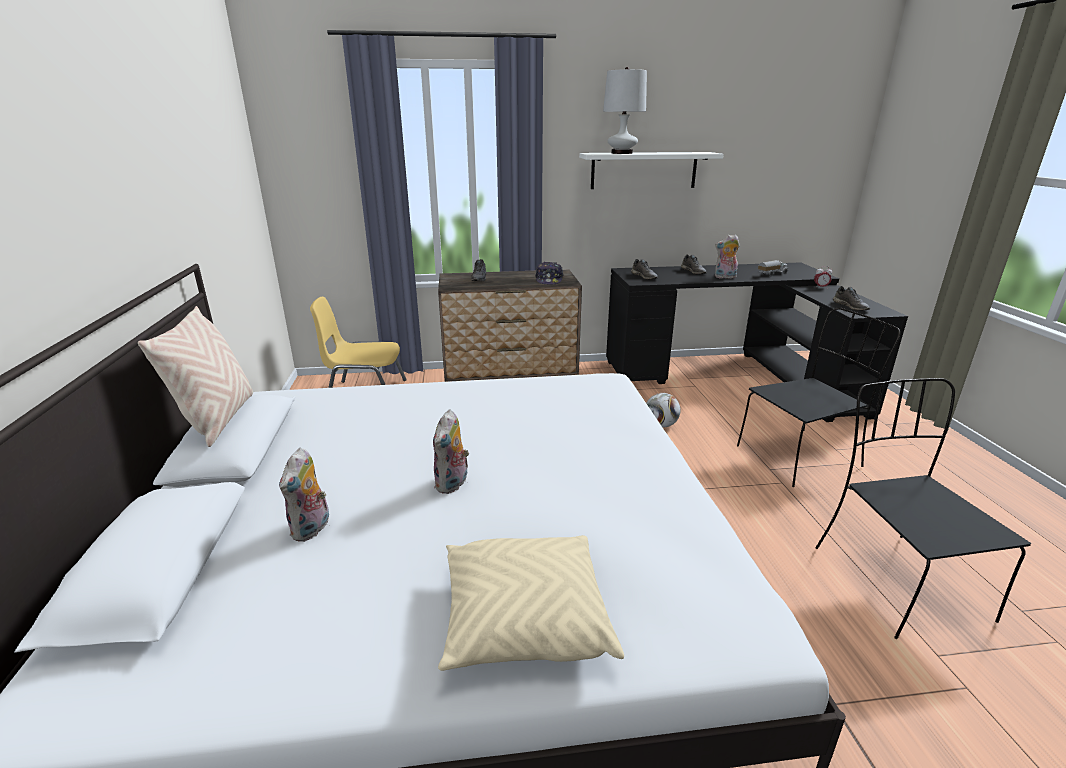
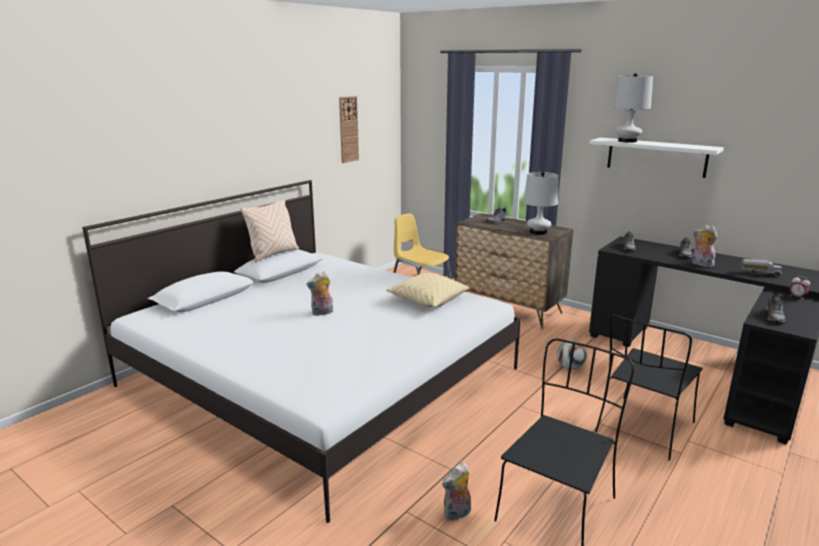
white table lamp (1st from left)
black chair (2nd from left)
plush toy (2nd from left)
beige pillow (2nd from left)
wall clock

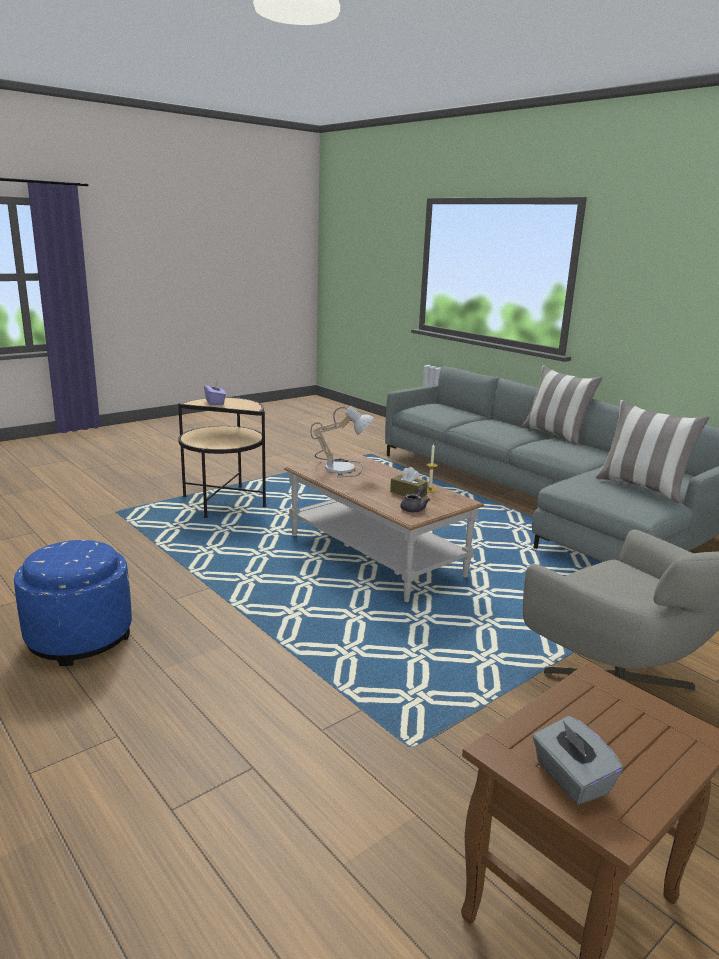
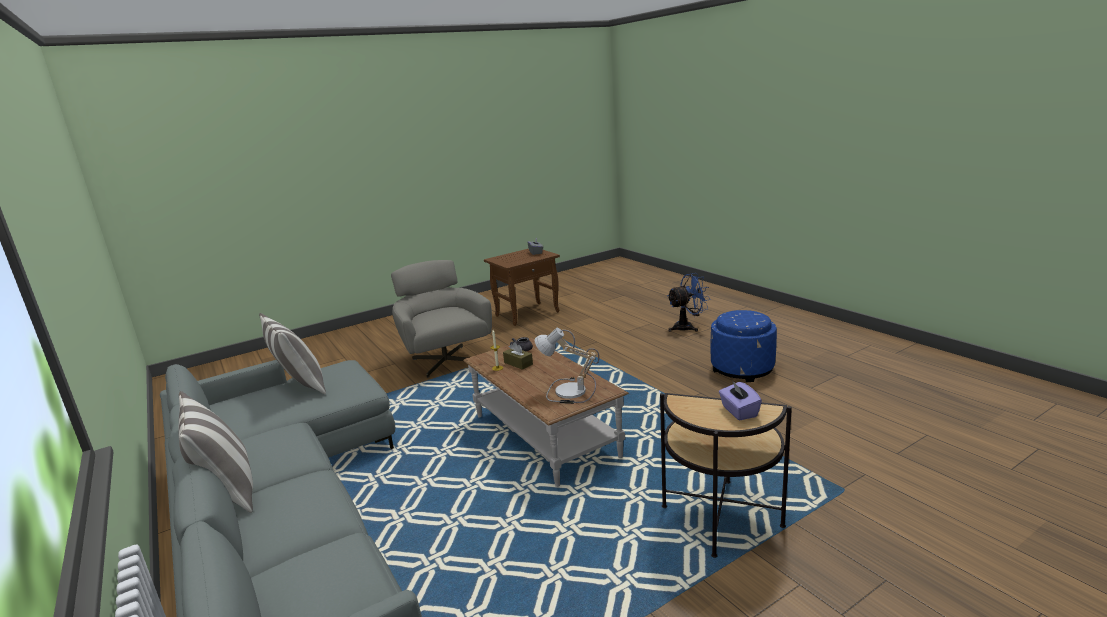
blue fan

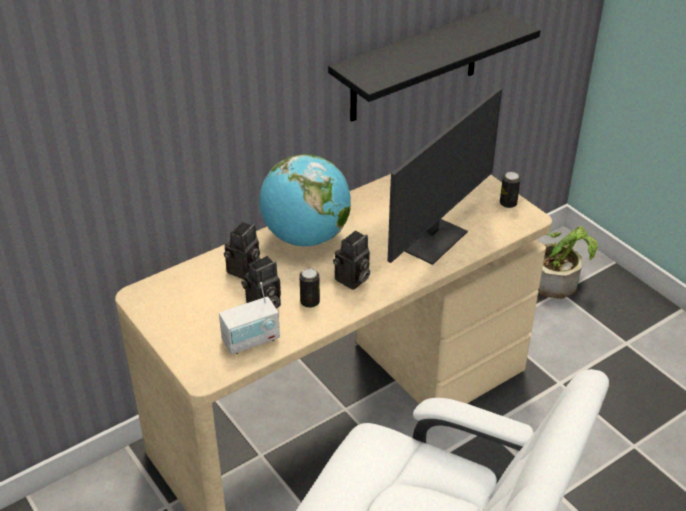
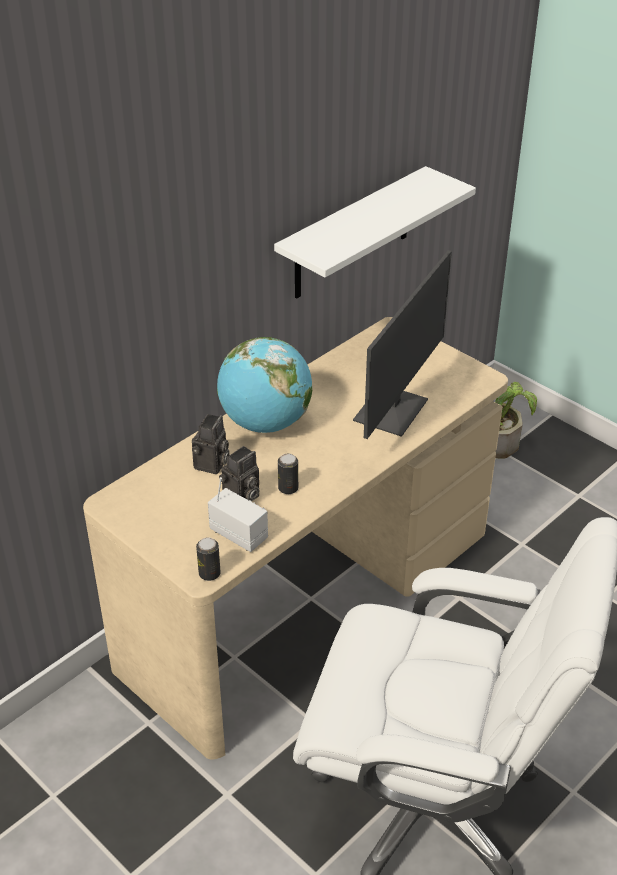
white shelf
can (1st from left)
photo camera (3rd from left in the first image)
radio

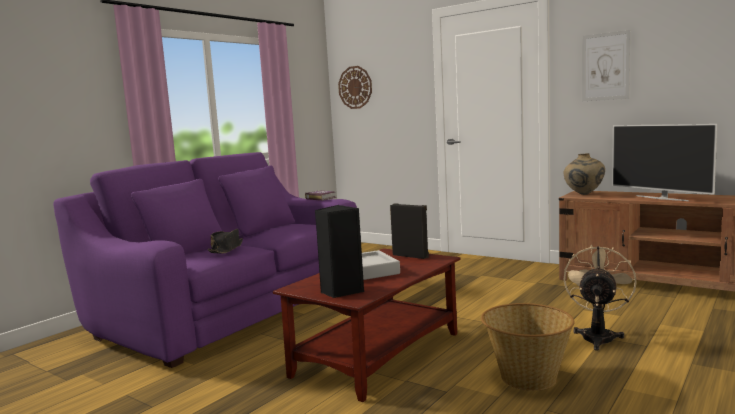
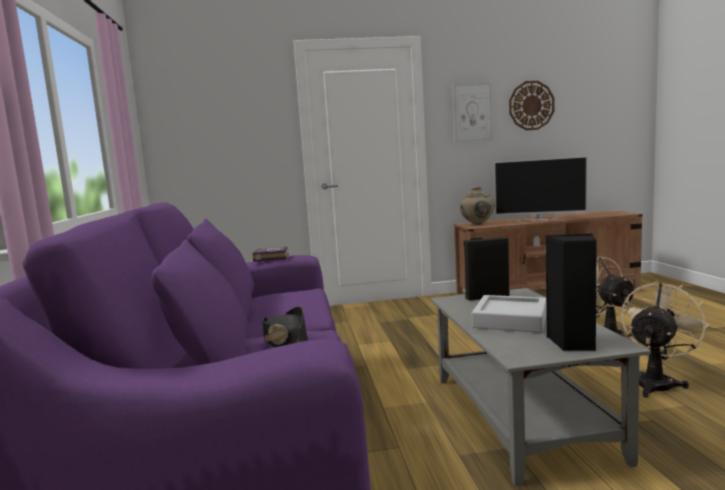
wall clock
grey coffee table
beige fan (2nd from left)

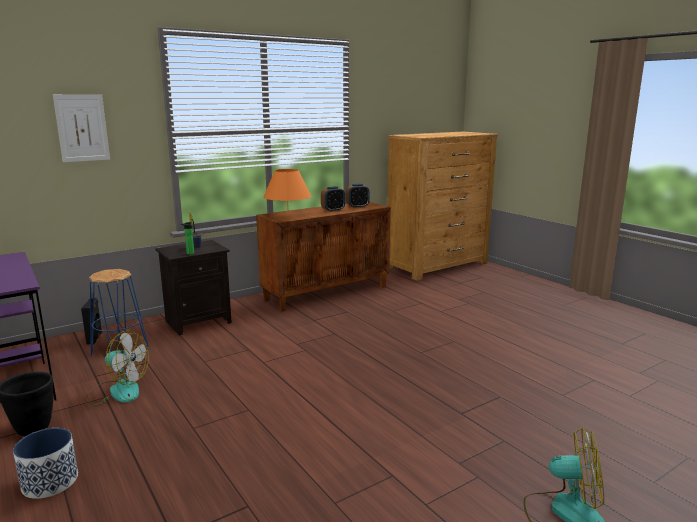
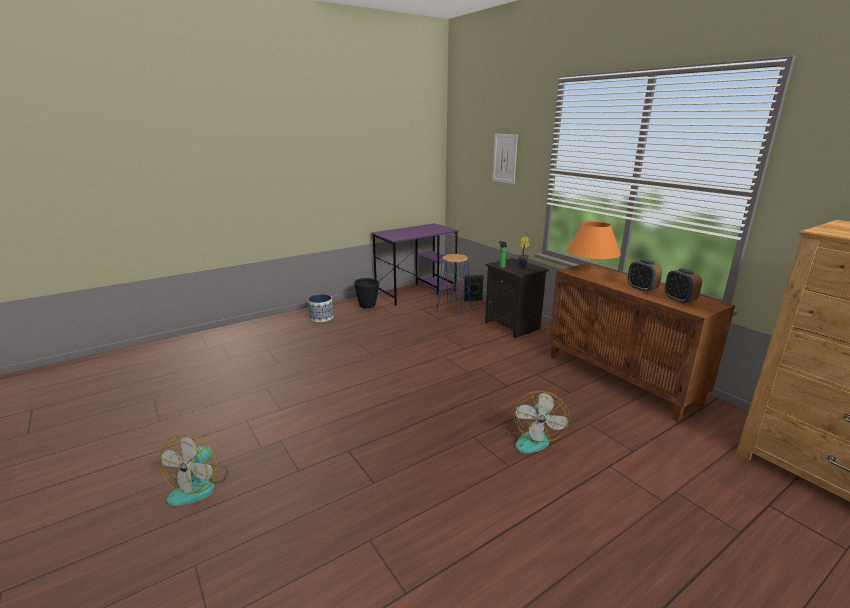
fan (2nd from left)

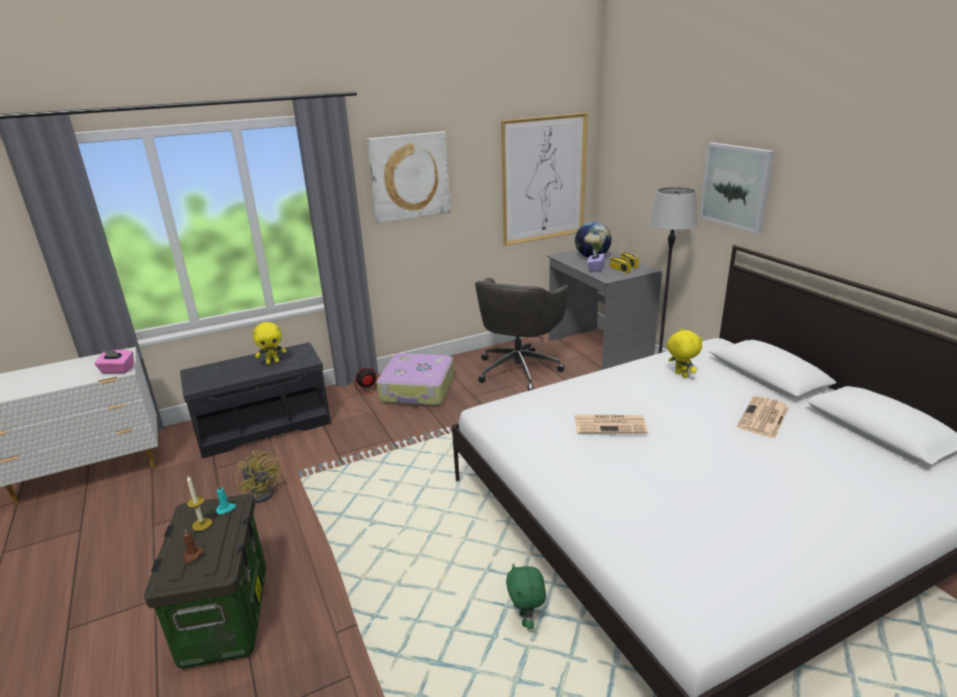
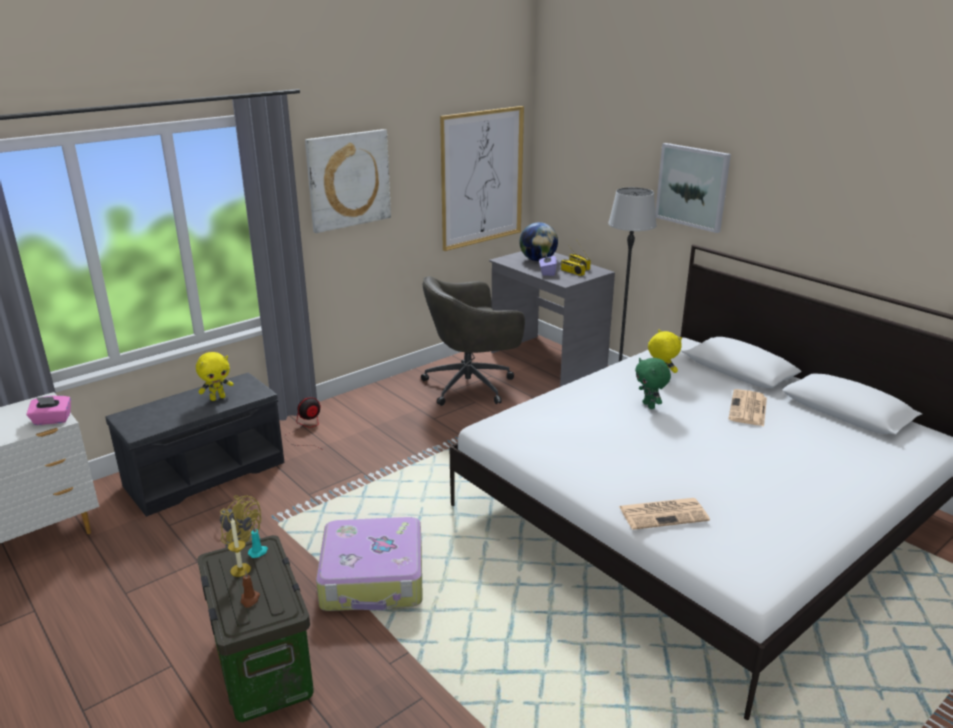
grey office chair
suitcase
newspaper (1st from left)
green plush toy

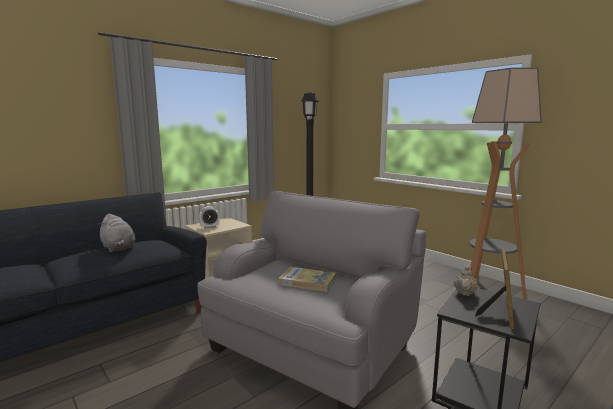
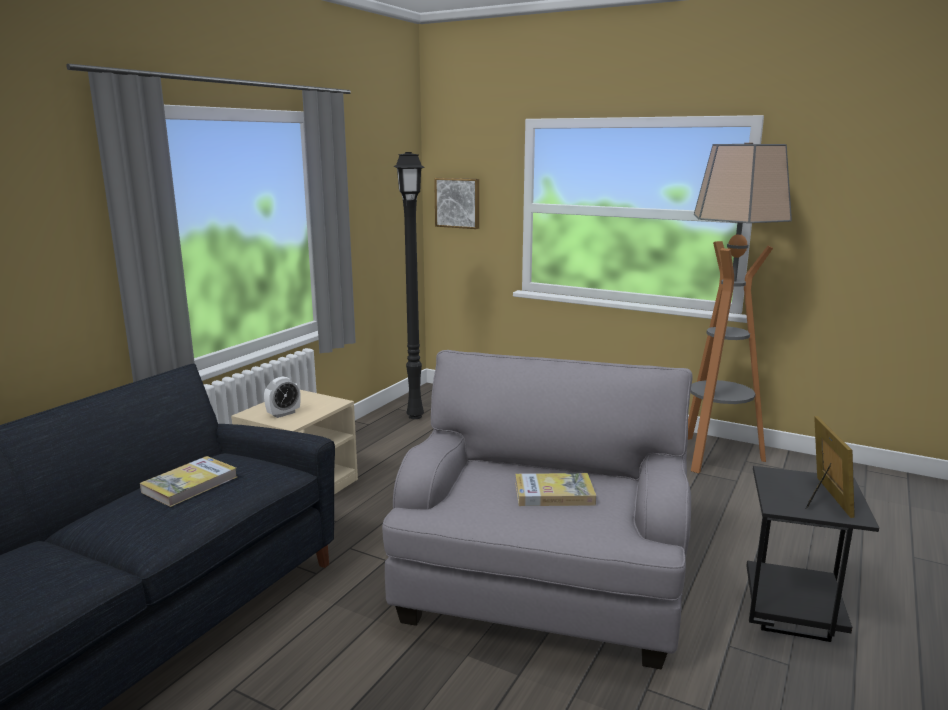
book (1st from left)
beige teapot
picture

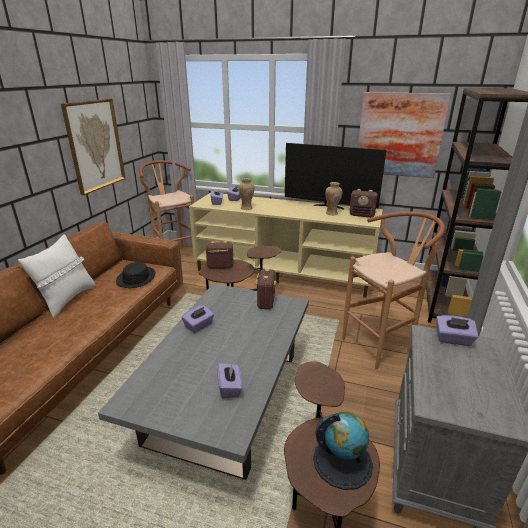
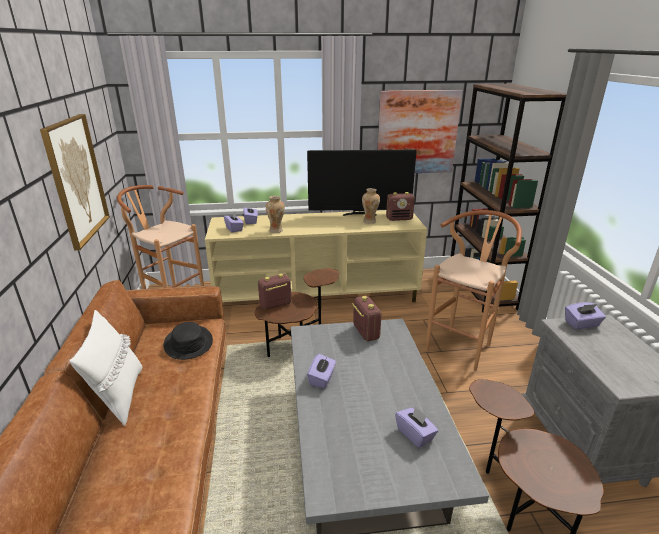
globe

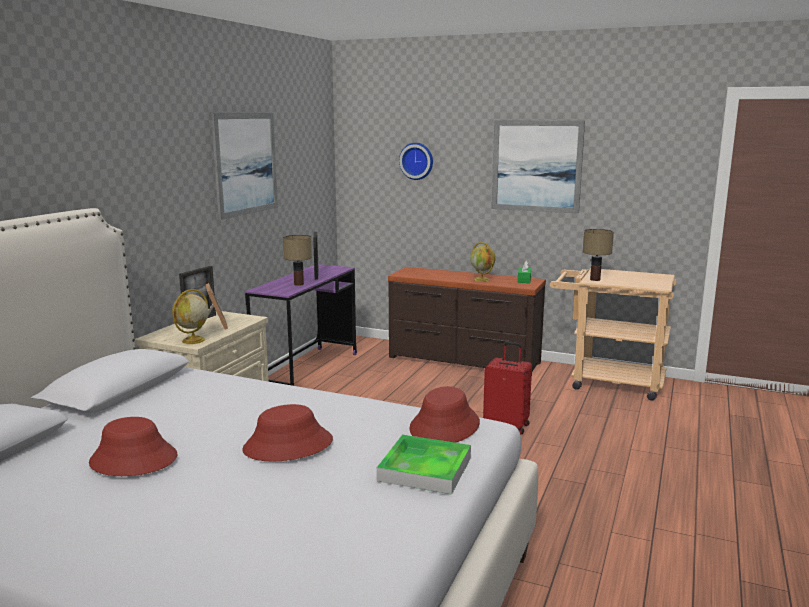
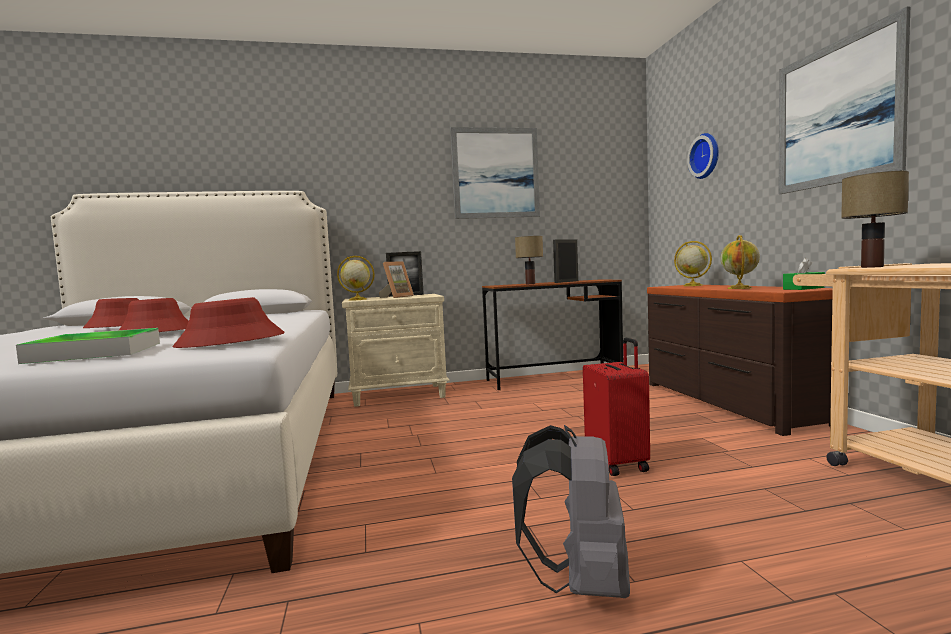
brown desk
globe (2nd from left)
grey backpack

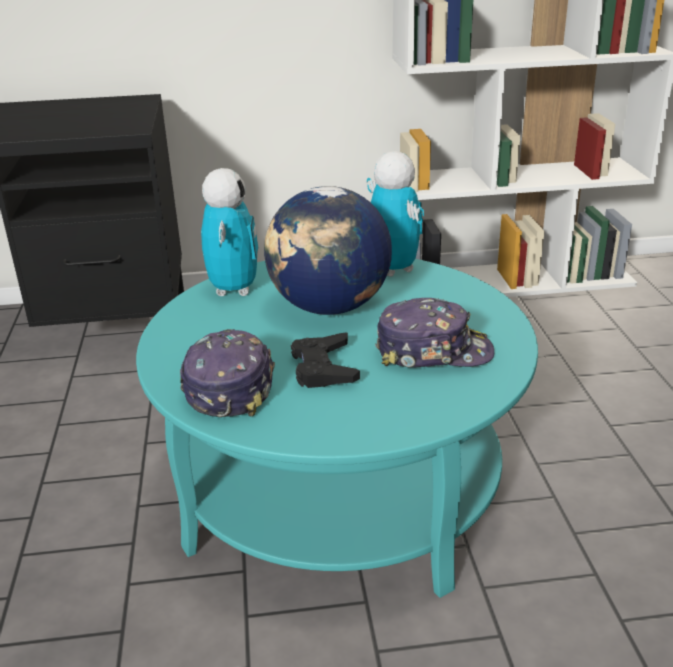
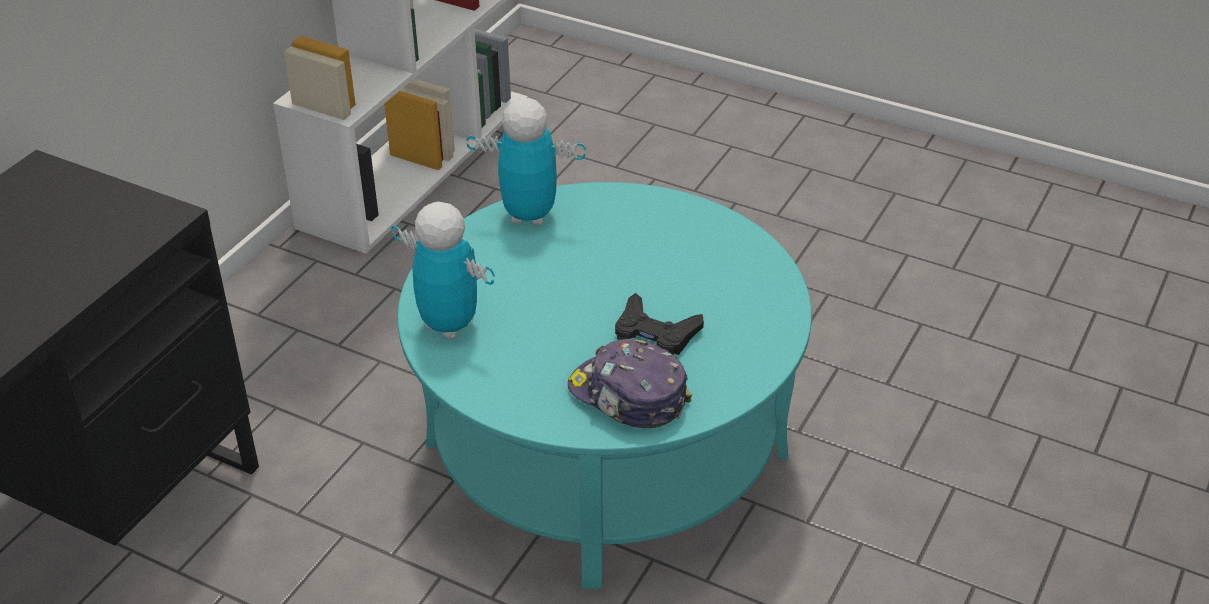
globe
cap (2nd from left in the first image)

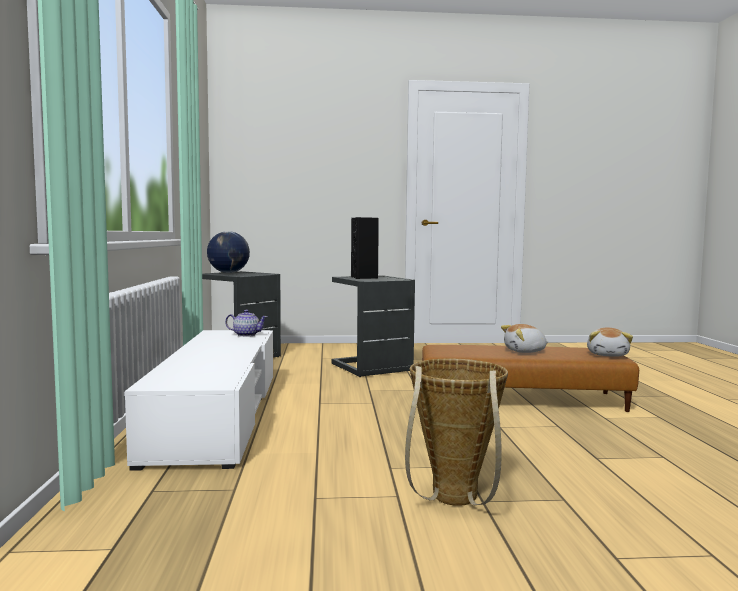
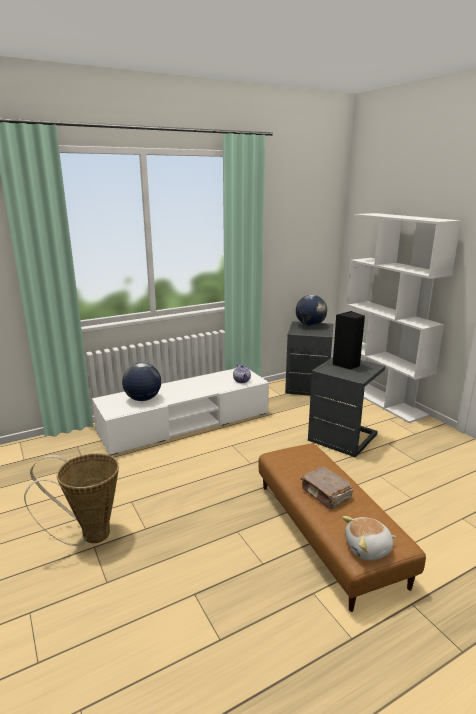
brown book
white bookcase
globe (1st from left)

